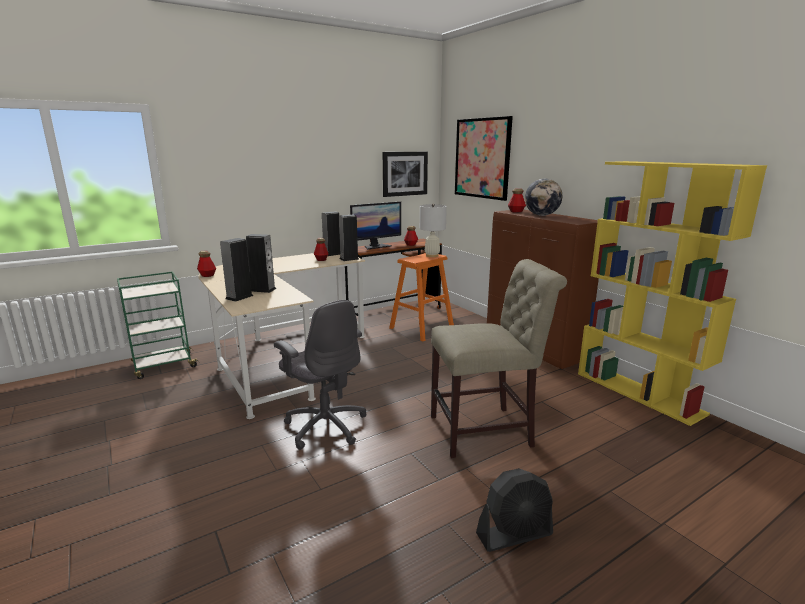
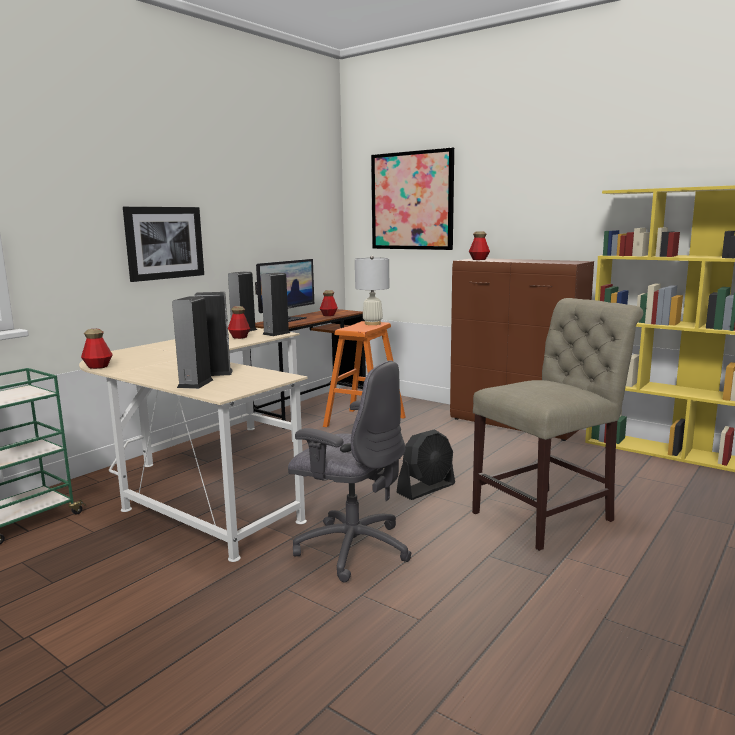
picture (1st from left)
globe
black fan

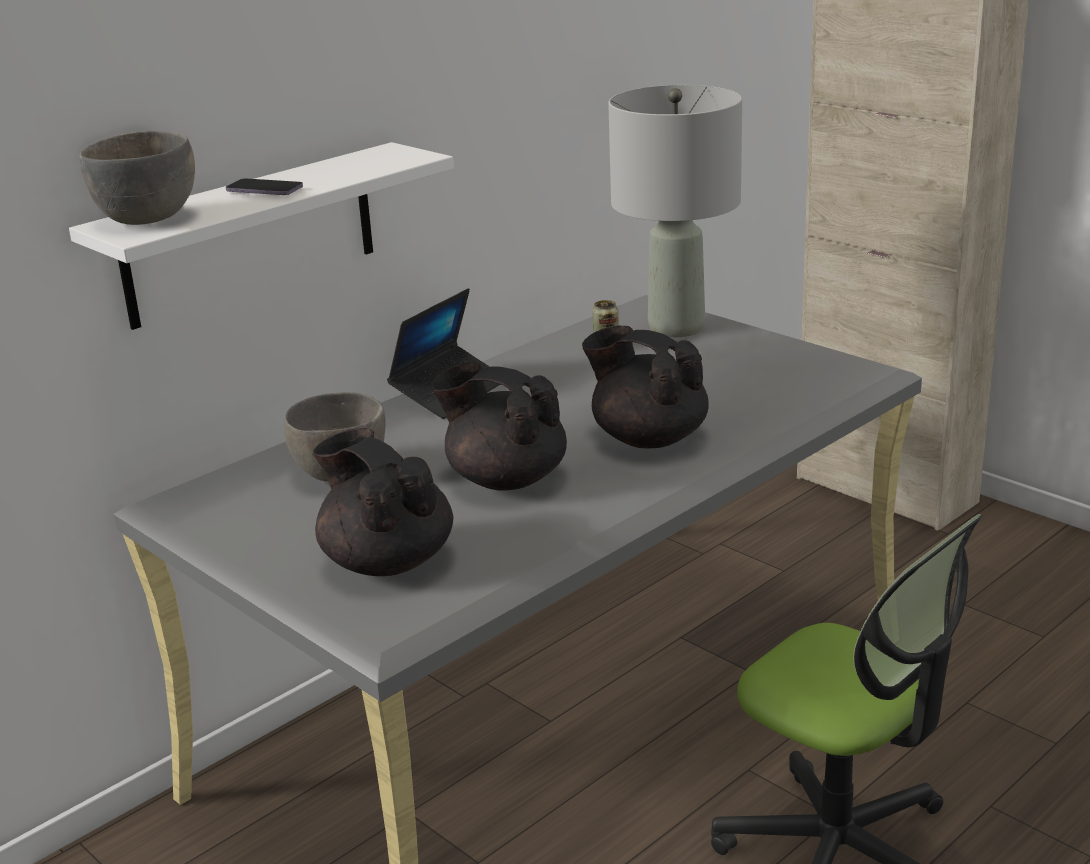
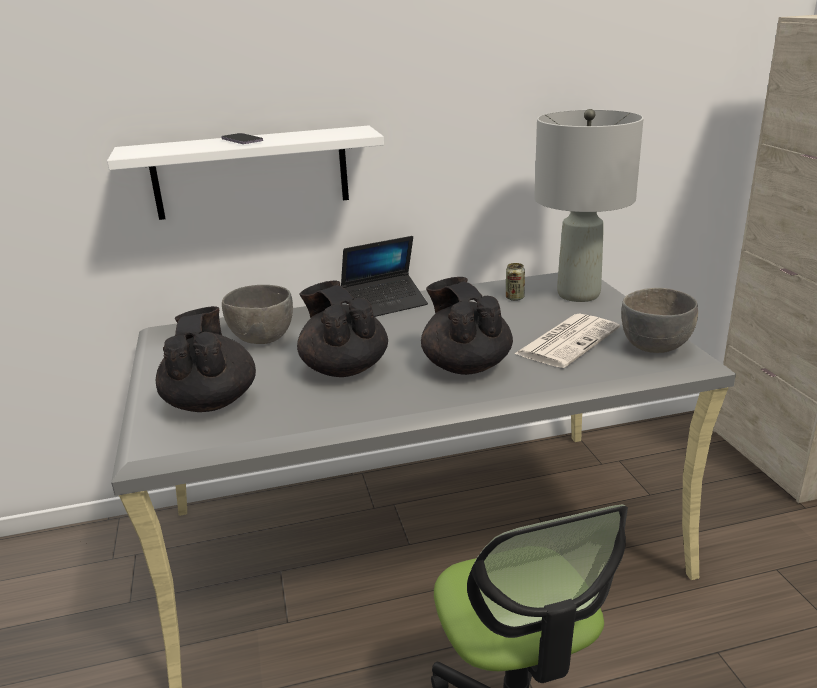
grey bowl (2nd from left)
newspaper

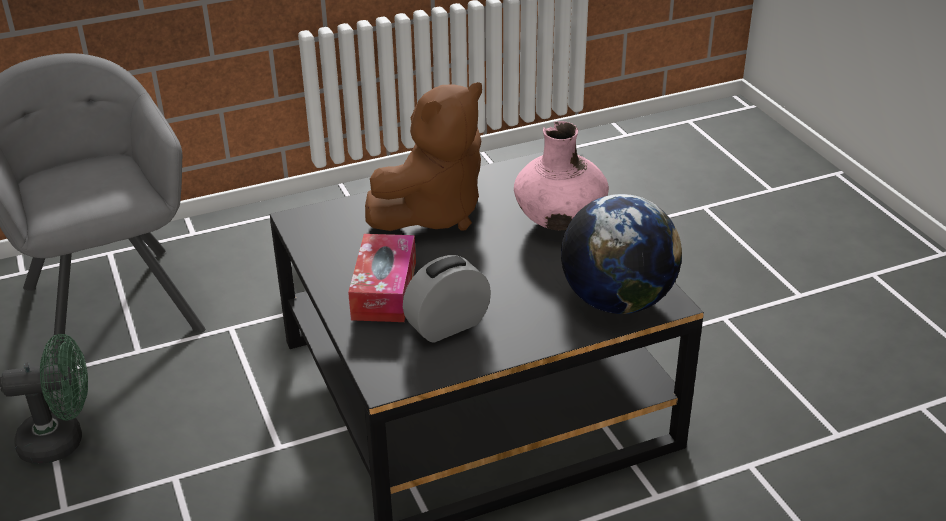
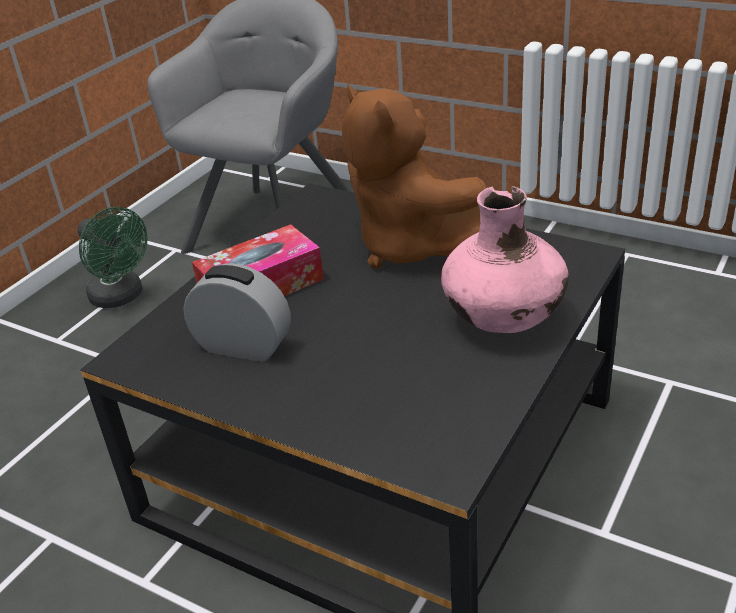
brown plush toy
globe

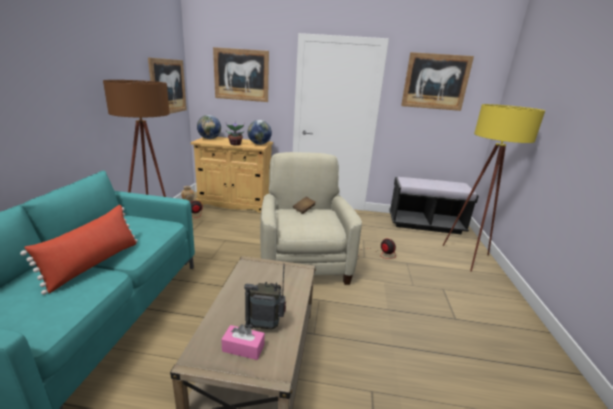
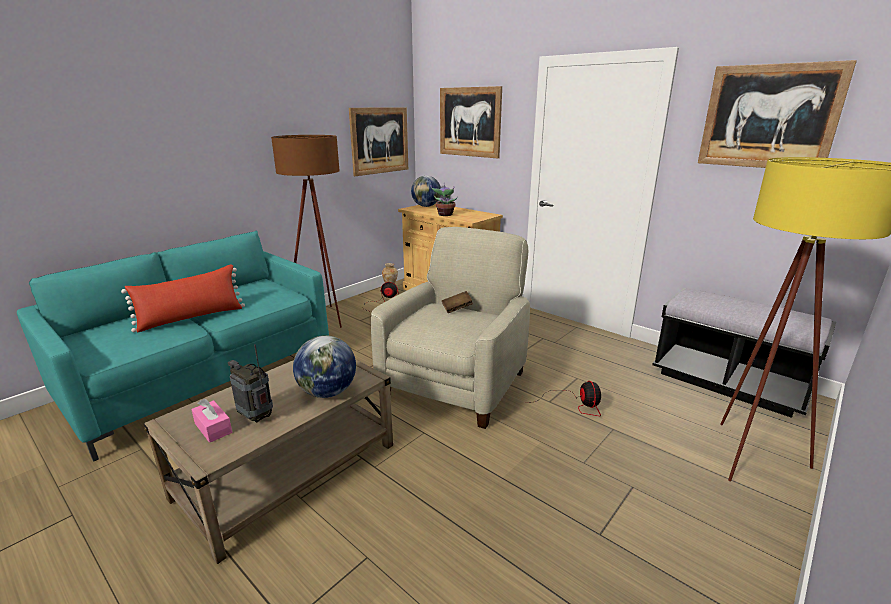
globe (1st from left)

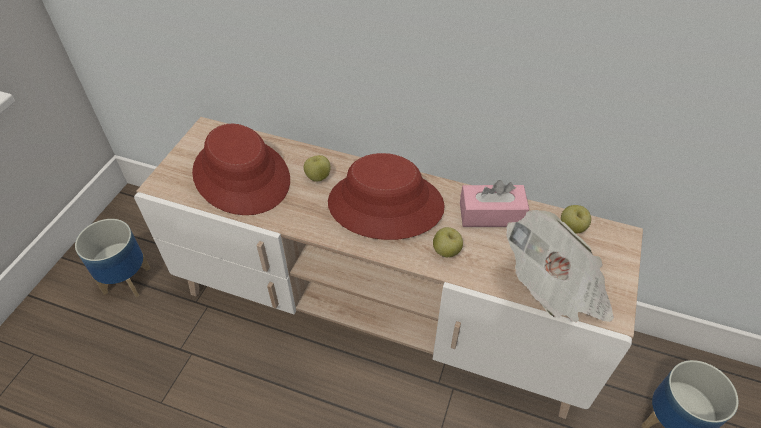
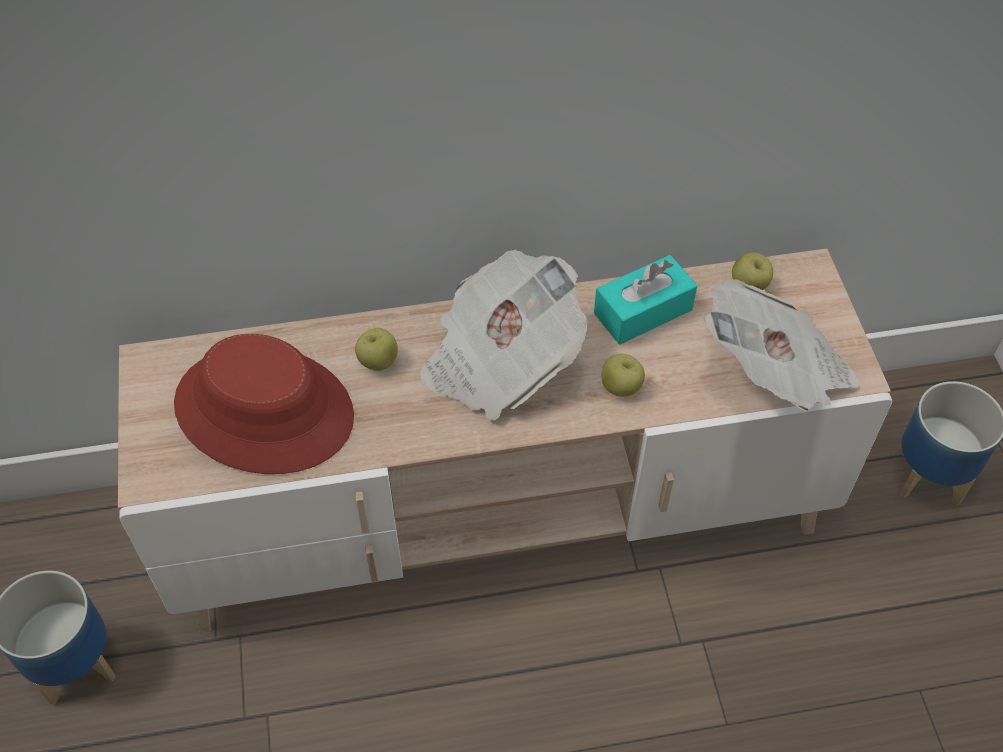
newspaper (1st from left)
turquoise tissue box

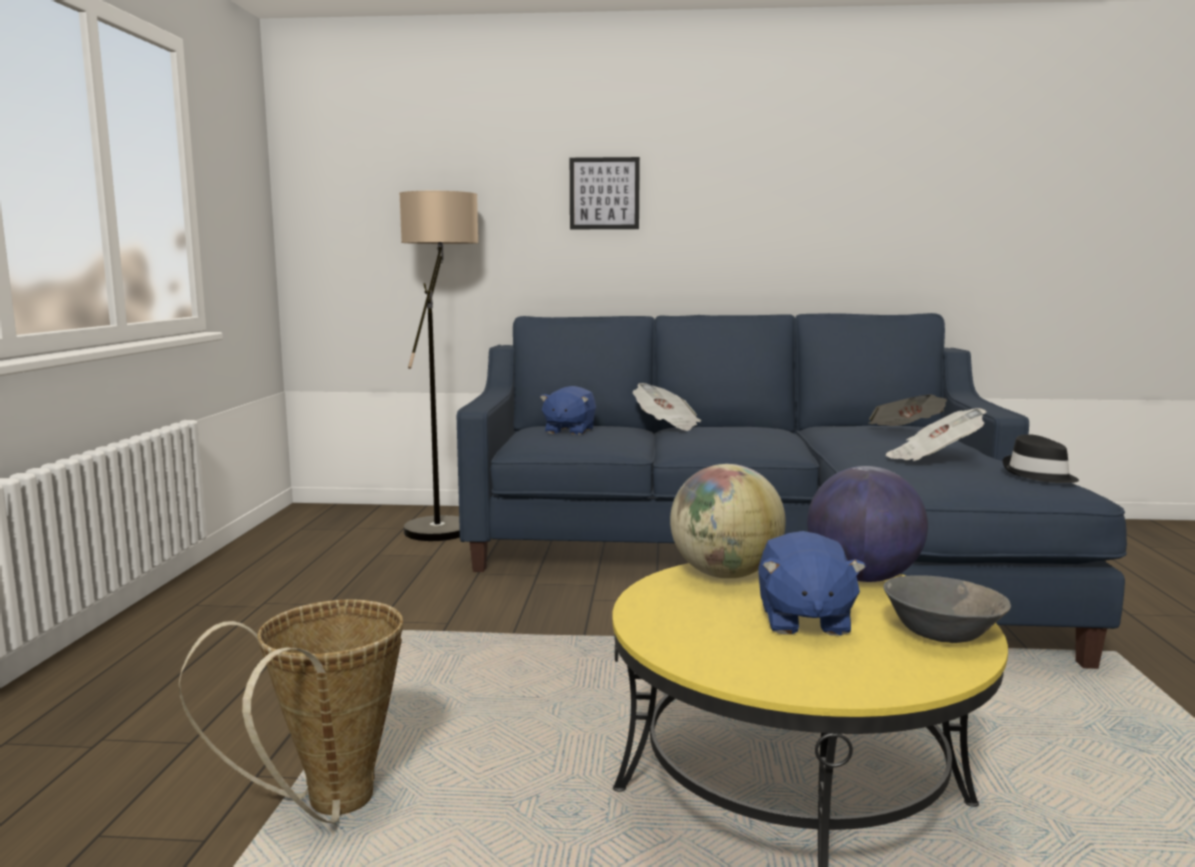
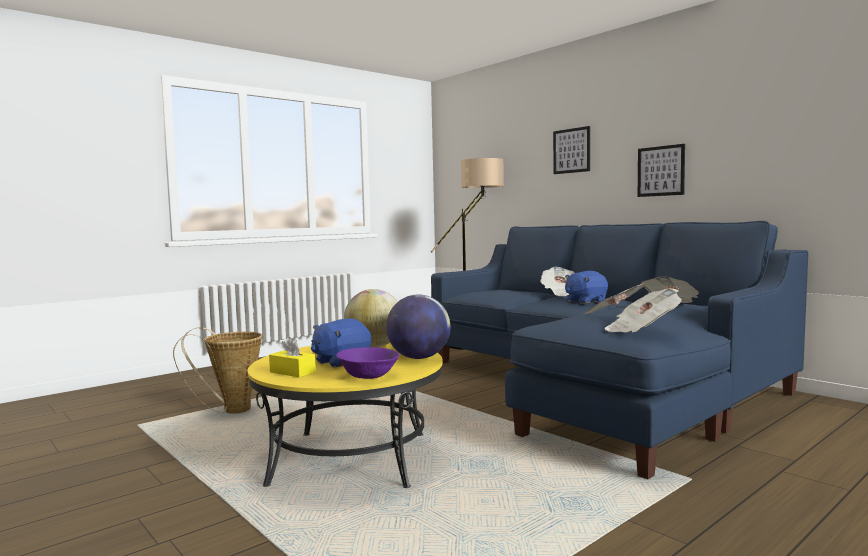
blue plush toy (2nd from left)
newspaper (3rd from left)
purple bowl
picture (2nd from left)
yellow tissue box

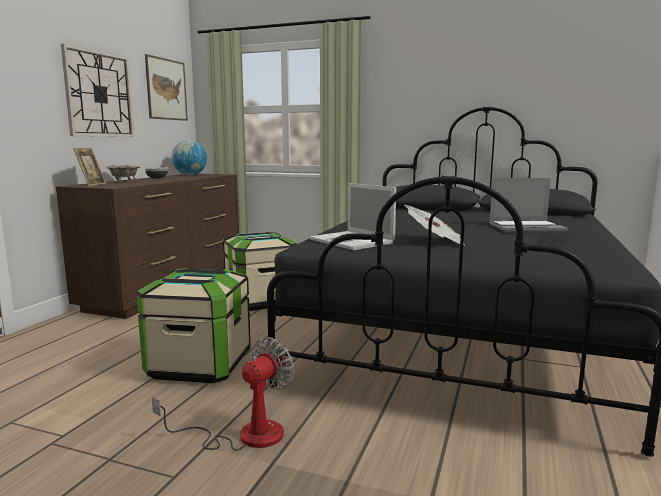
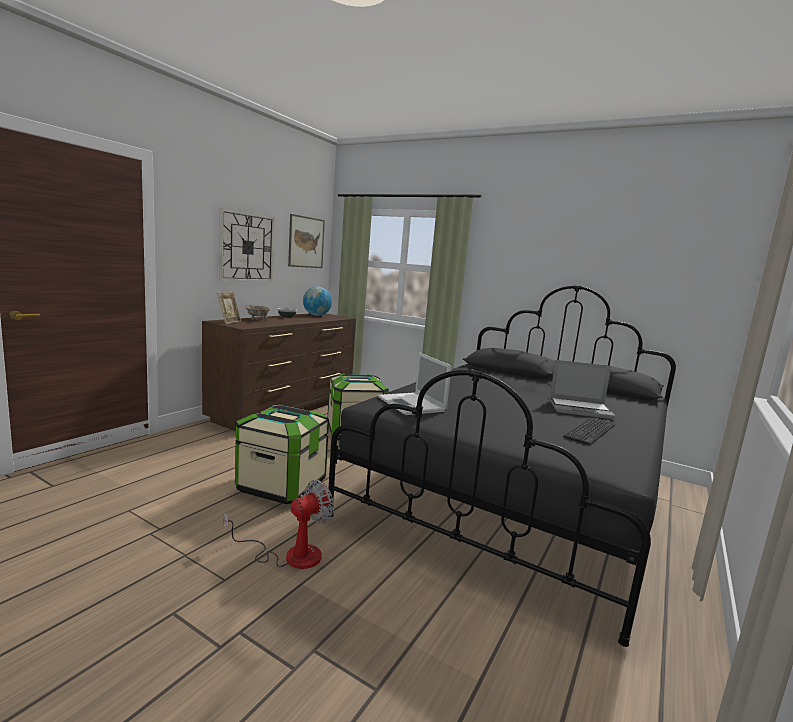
newspaper

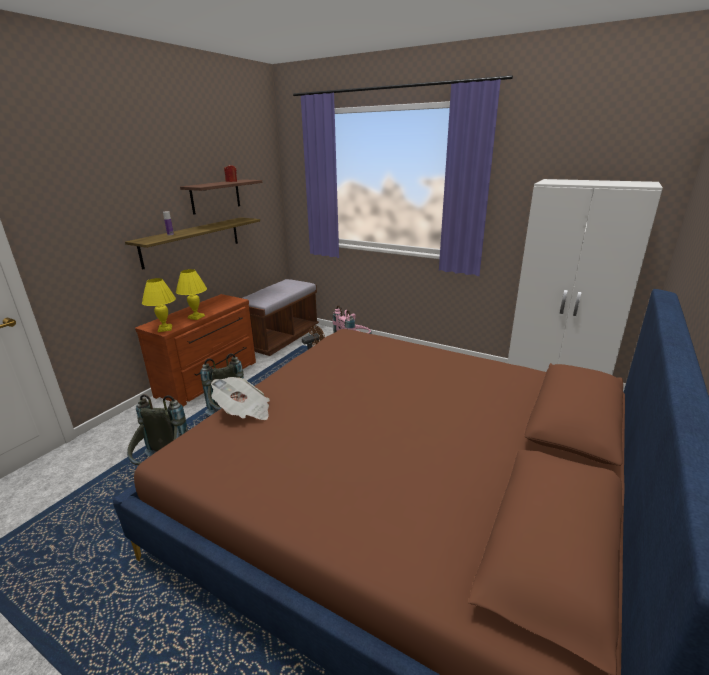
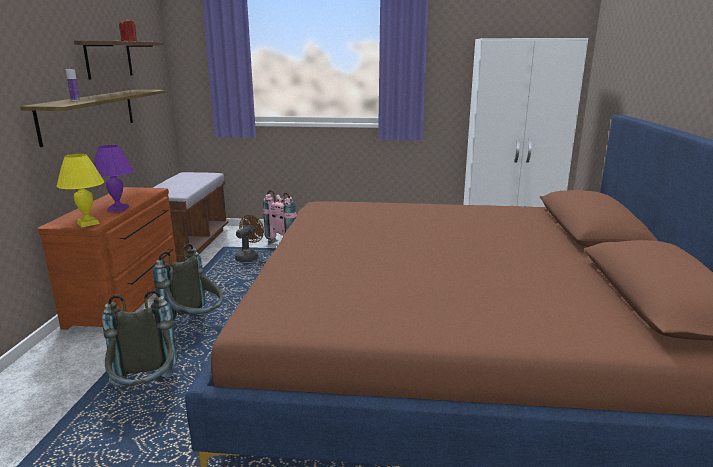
purple table lamp
newspaper

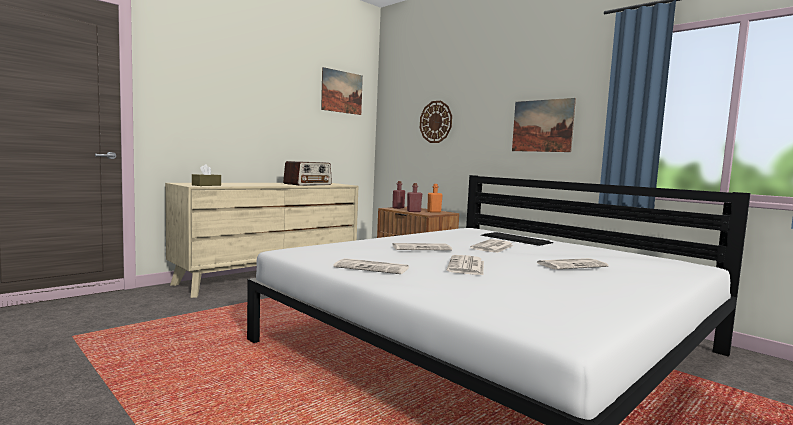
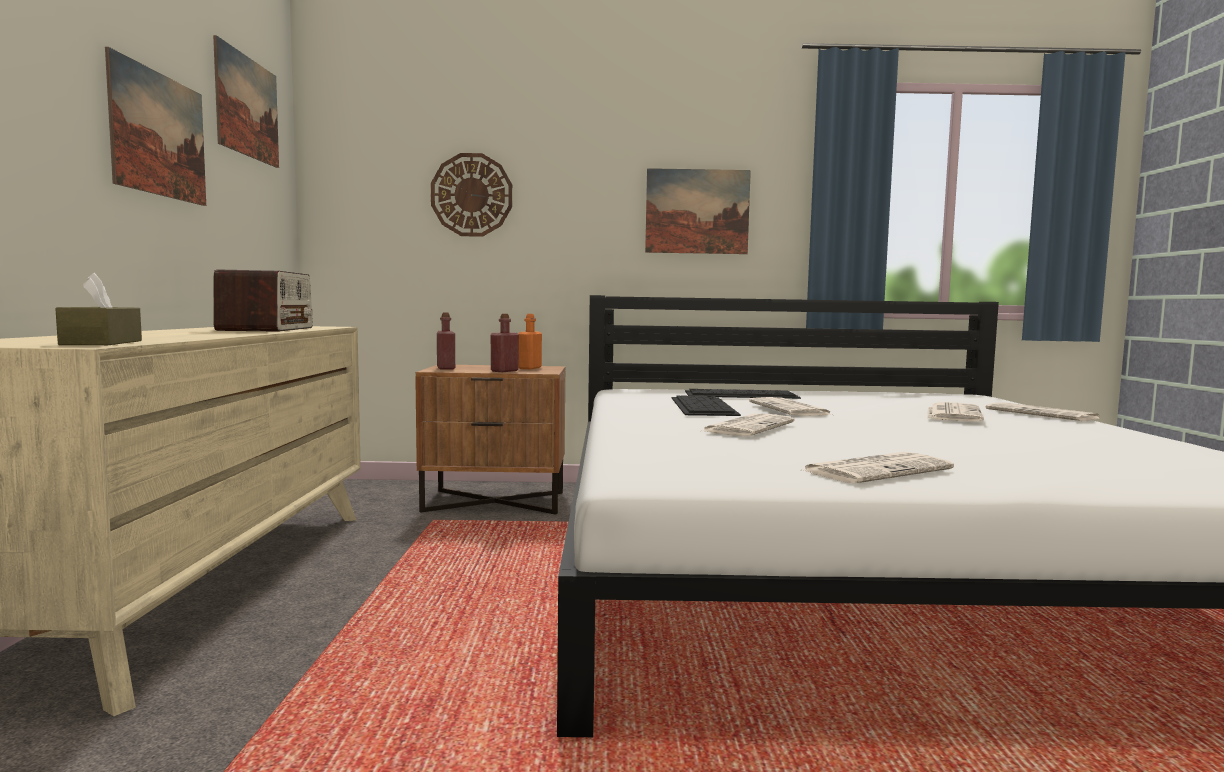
newspaper (5th from left)
picture (1st from left)
keyboard (1st from left)

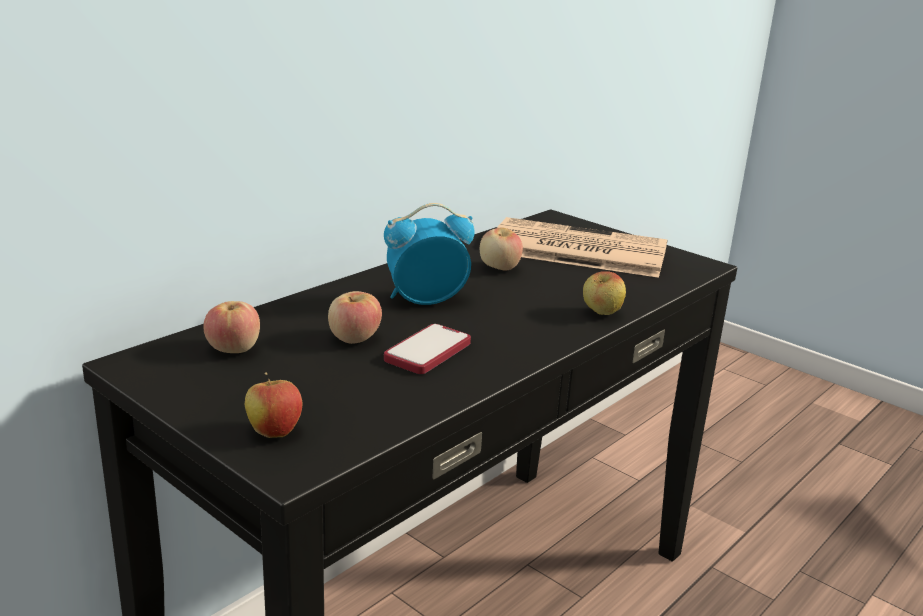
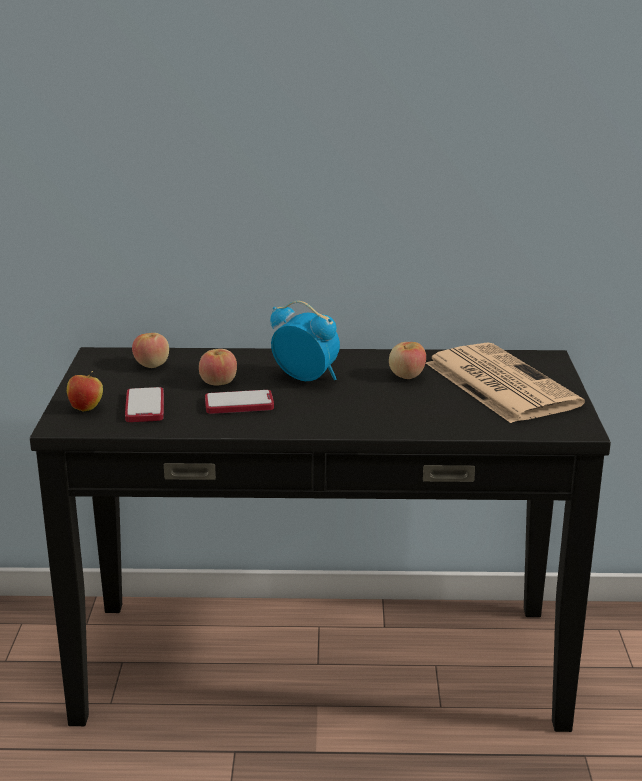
apple (5th from left in the first image)
phone (1st from left)

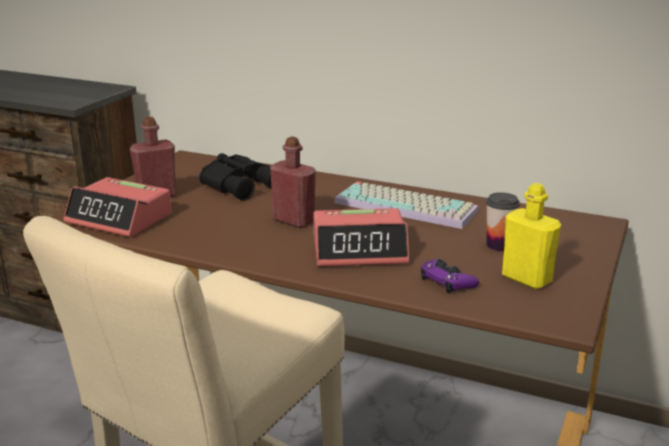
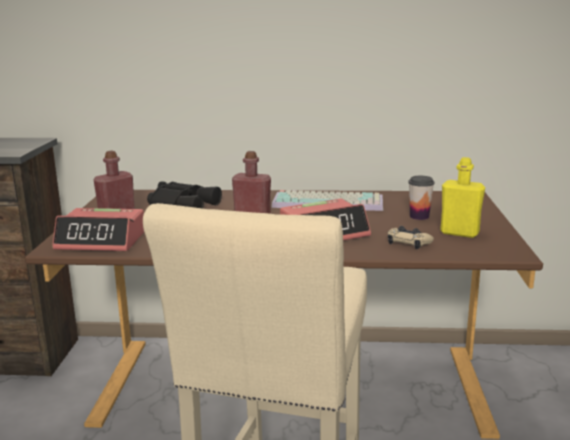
beige game controller

